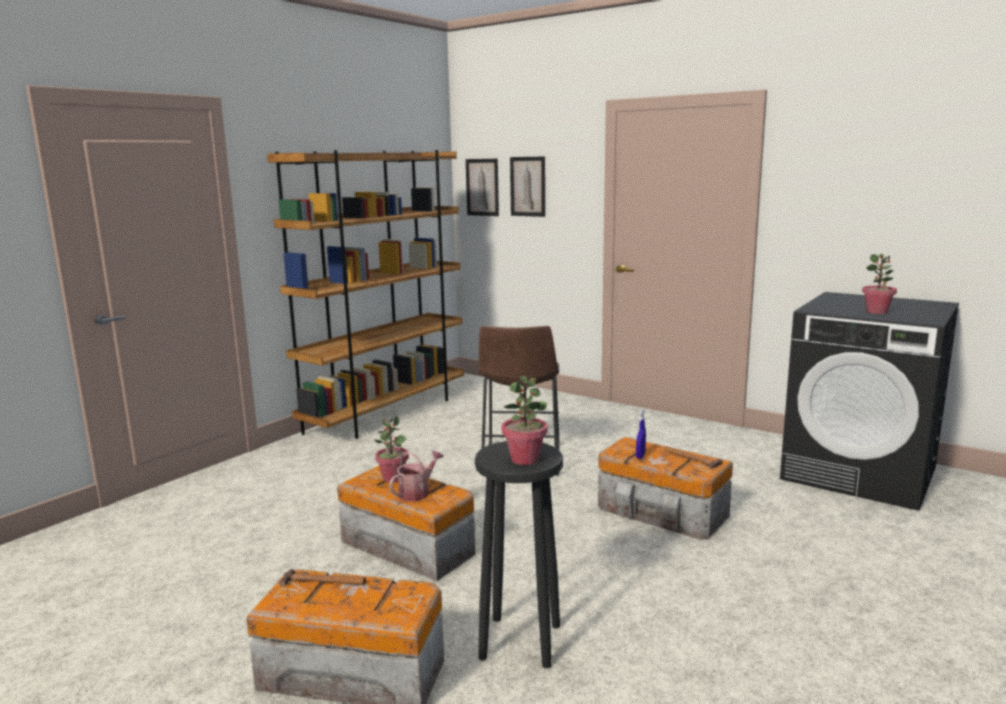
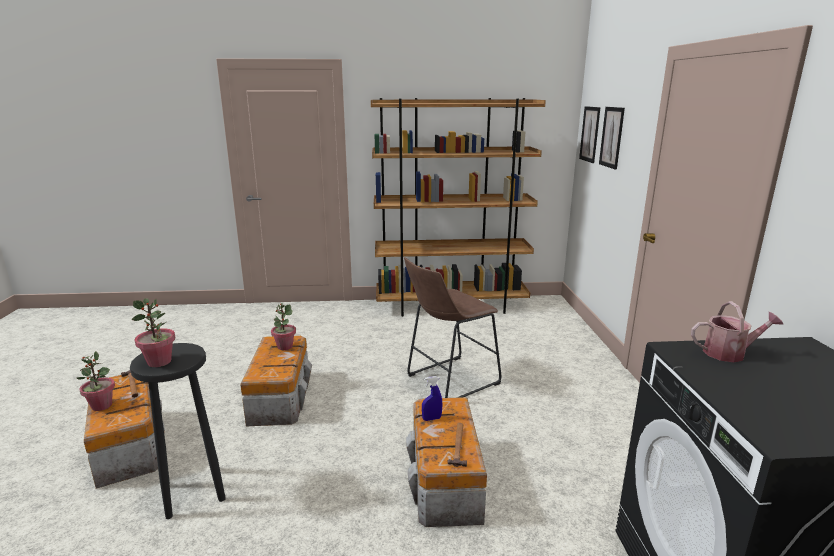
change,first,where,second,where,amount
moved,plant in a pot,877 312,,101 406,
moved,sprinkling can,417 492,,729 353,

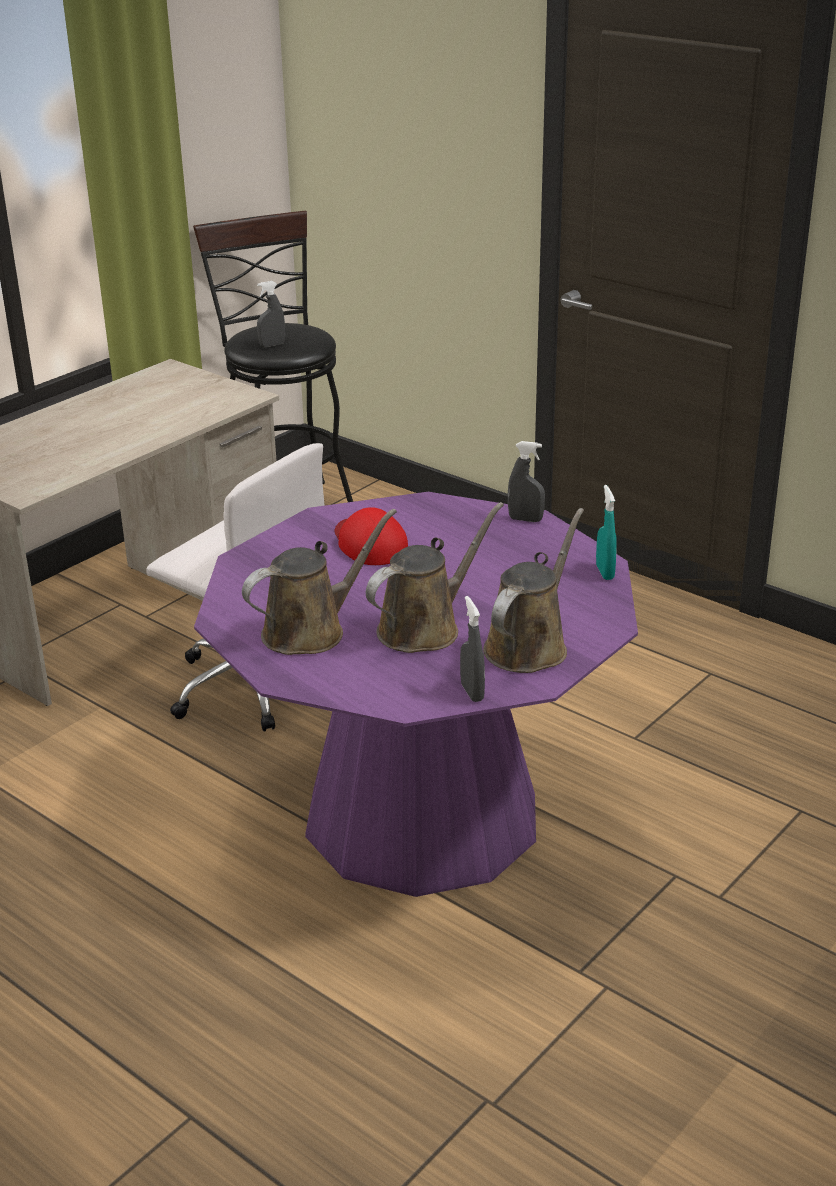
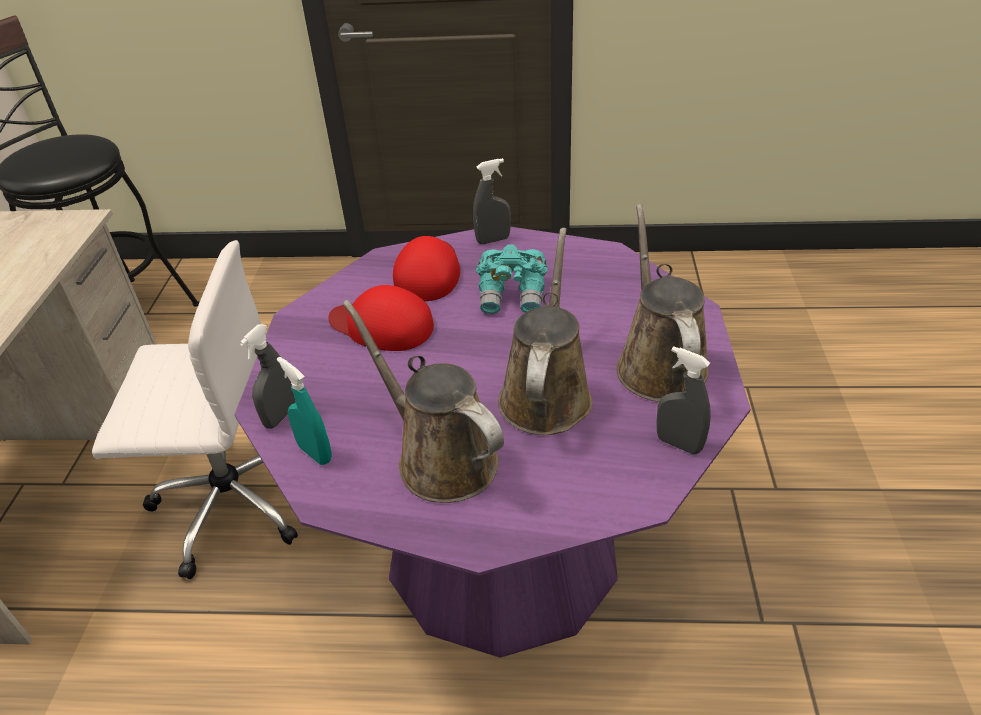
change,first,where,second,where,amount
moved,greyish hand sprayer,272 345,,280 416,
moved,blue-green hand sprayer,605 572,,315 453,
turned,brown sprinkling can,310 631,,440 457,60 degrees counterclockwise
added,,,red peaked cap,428 272,
added,,,blue-green binoculars,513 296,

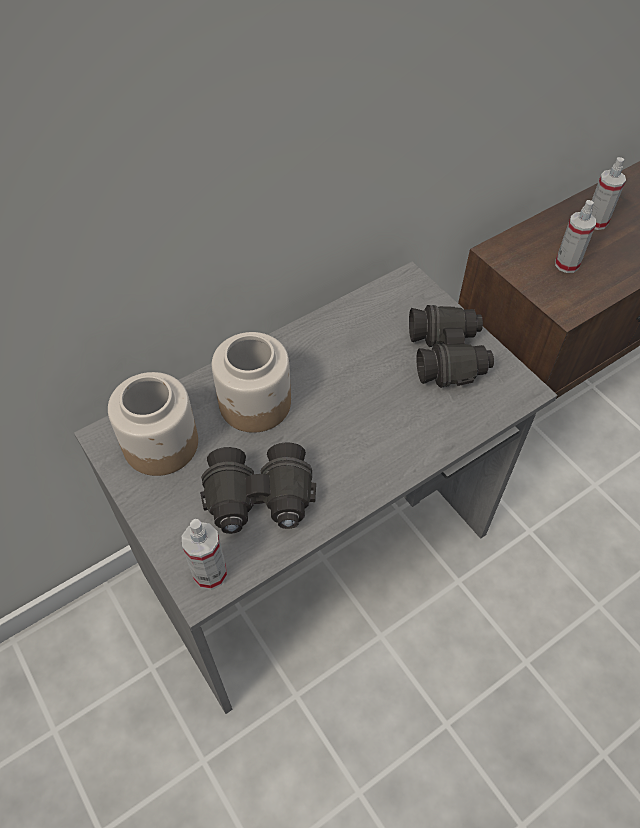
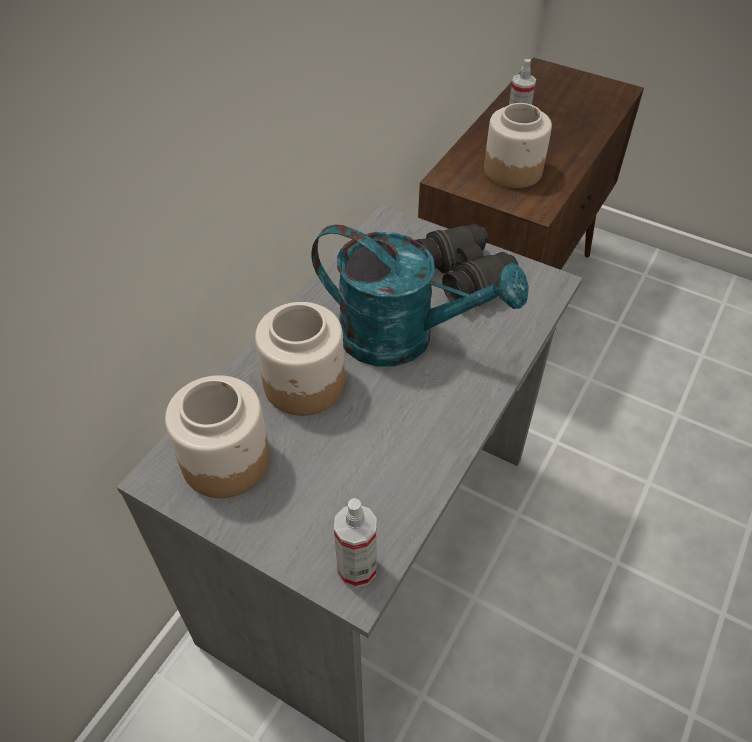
change,first,where,second,where,amount
replaced,hand sprayer,567 264,jar,513 170,
removed,black-coloured binoculars,260 500,,,
added,,,blue-green sprinkling can,403 338,

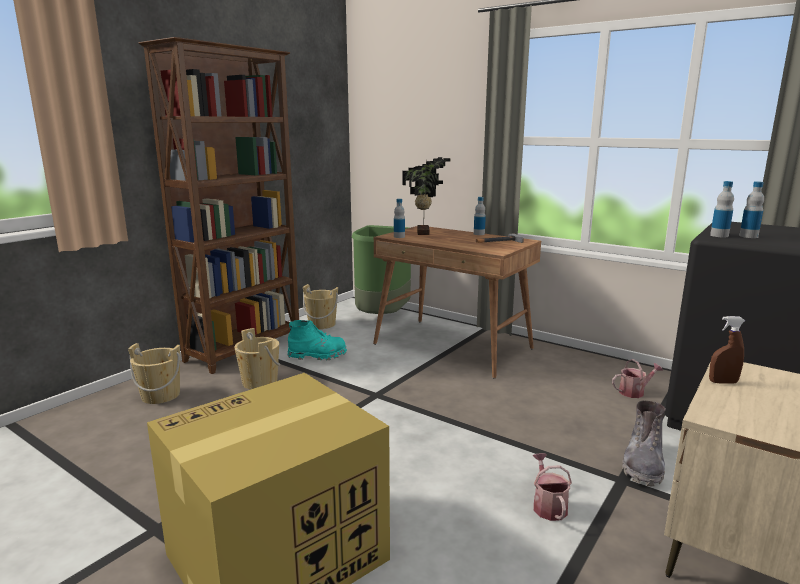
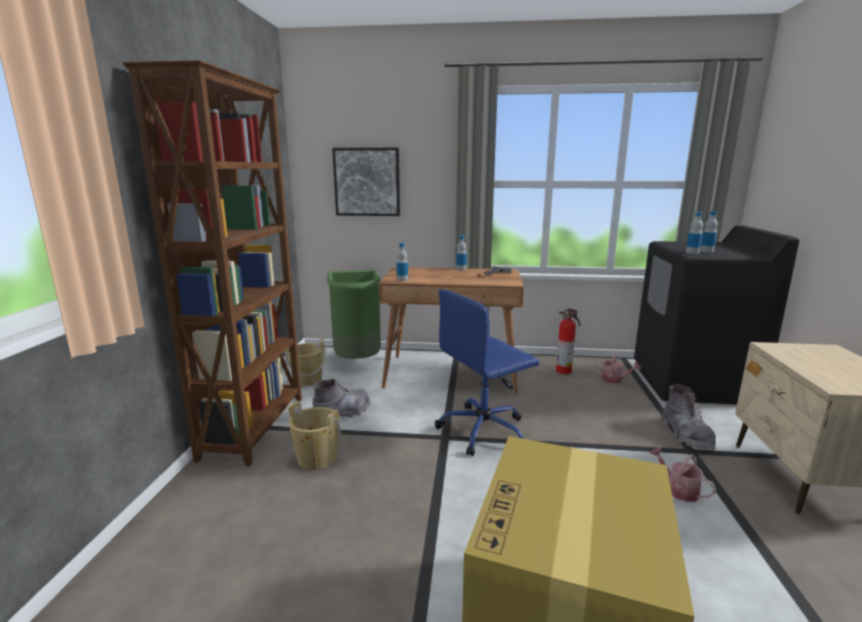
change,first,where,second,where,amount
removed,plant in a pot,424 232,,,
removed,brown hand sprayer,723 382,,,
recoloured,blue-green high-top boot,317 355,greyish high-top boot,343 413,
removed,sand-coloured bucket,160 395,,,
turned,sprinkling can,634 392,,615 380,75 degrees clockwise
added,,,picture,367 182,
added,,,blue-coloured desk chair,484 430,
added,,,extinguisher,564 371,

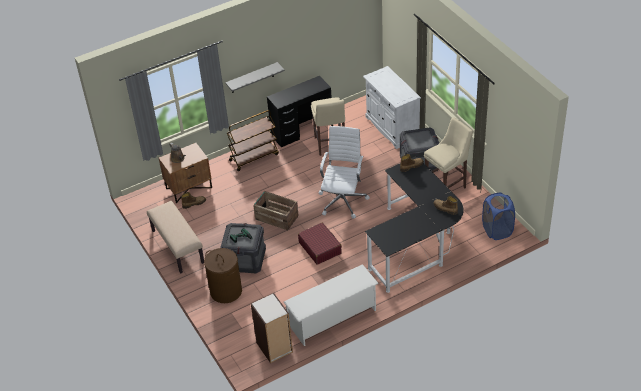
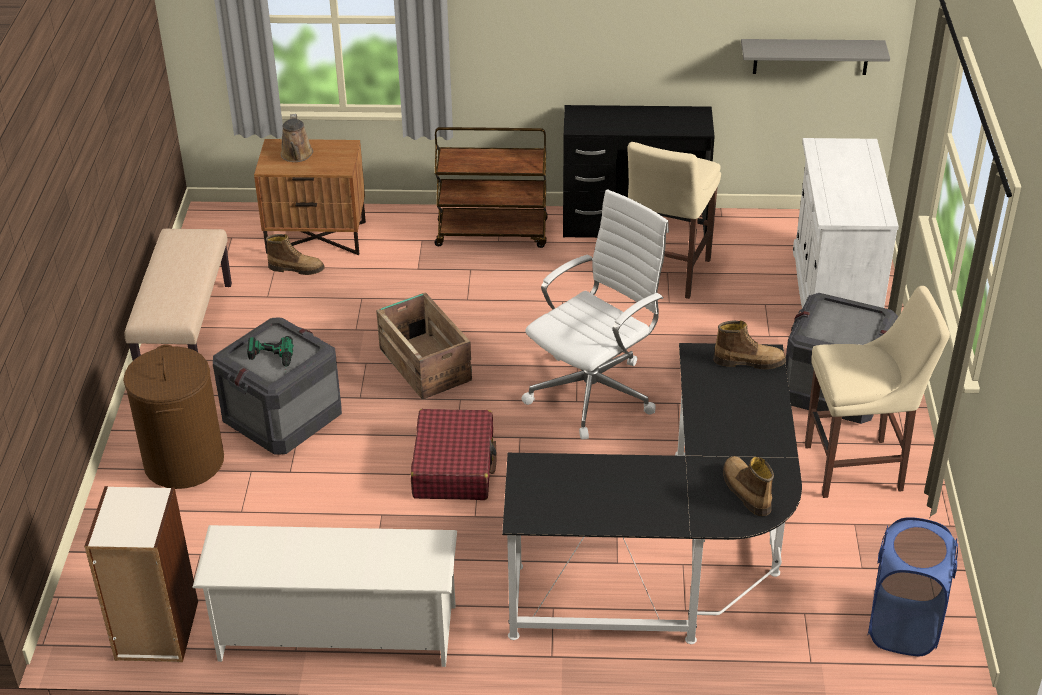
change,first,where,second,where,amount
moved,greyish bracket shelf,252 78,,811 56,

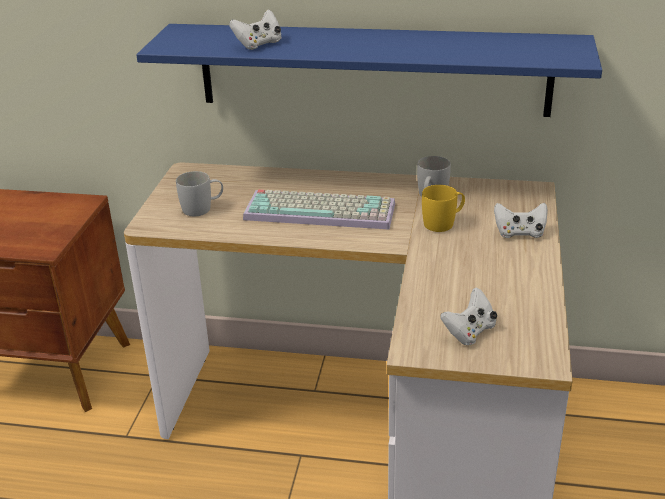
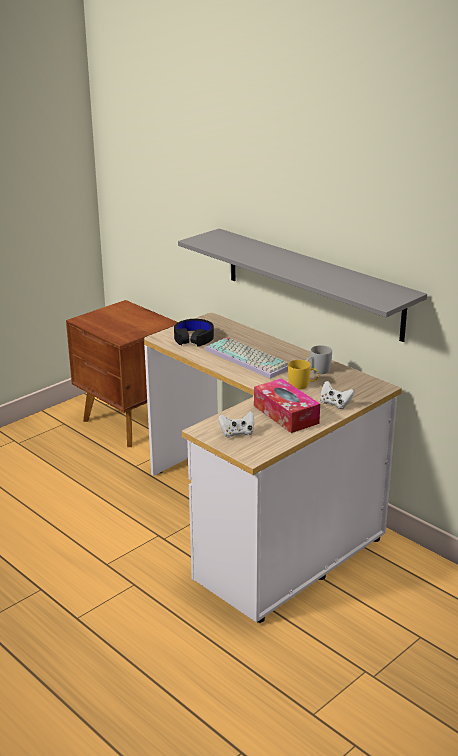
change,first,where,second,where,amount
removed,white-coloured game controller,258 44,,,
recoloured,blue-coloured bracket shelf,373 69,greyish bracket shelf,312 283,
replaced,white-coloured coffee mug,202 208,black-coloured headset,194 338,
added,,,tissue holder,286 414,

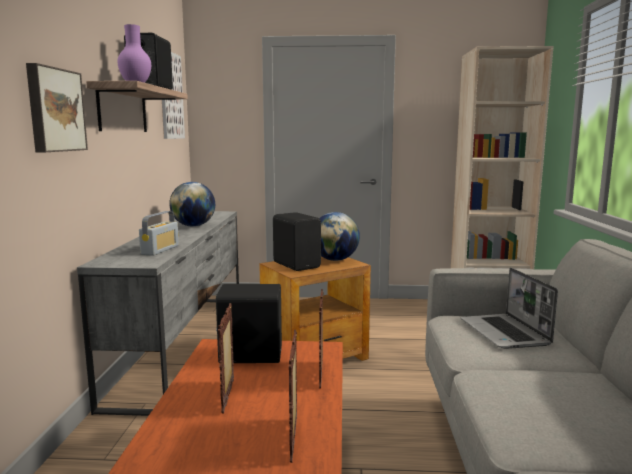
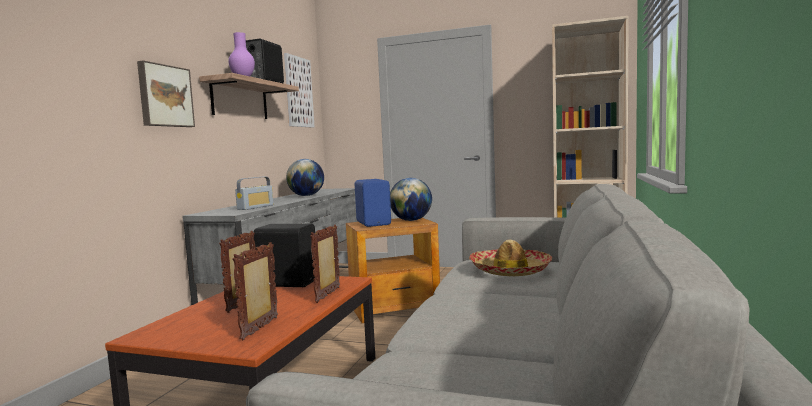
change,first,where,second,where,amount
recoloured,black-coloured audio speaker,297 265,blue-coloured audio speaker,374 223,
replaced,laptop,505 333,wearable hat,509 270,

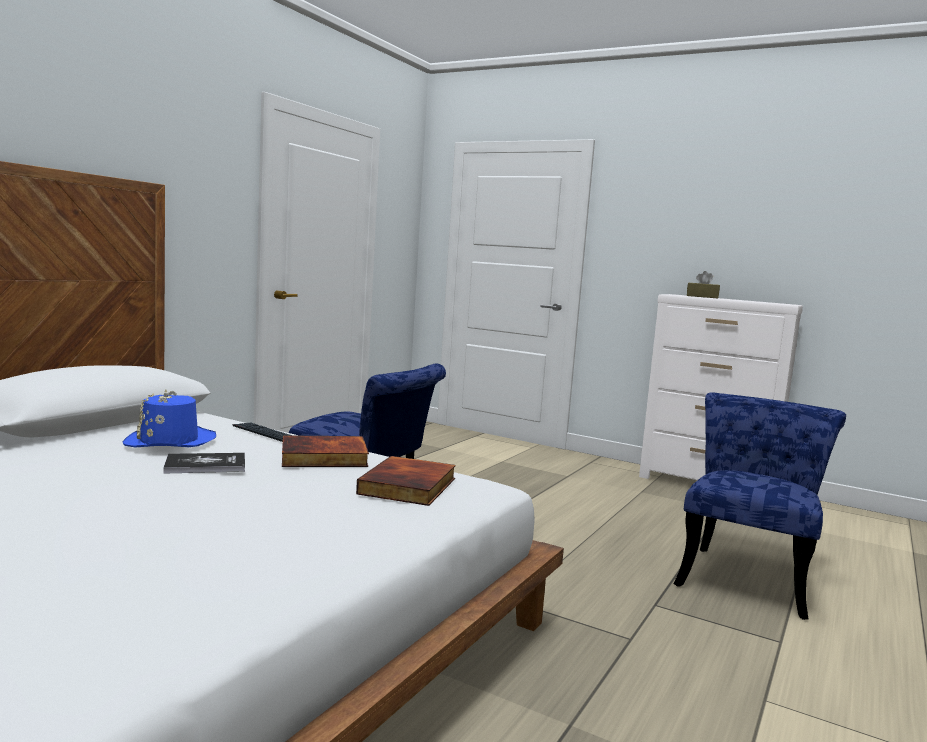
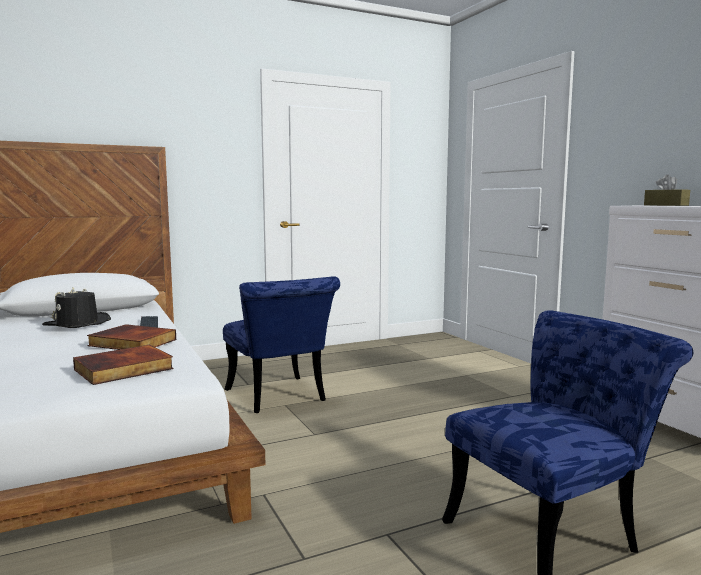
change,first,where,second,where,amount
recoloured,blue-coloured wearable hat,170 441,black-coloured wearable hat,77 324,
removed,volume,205 465,,,

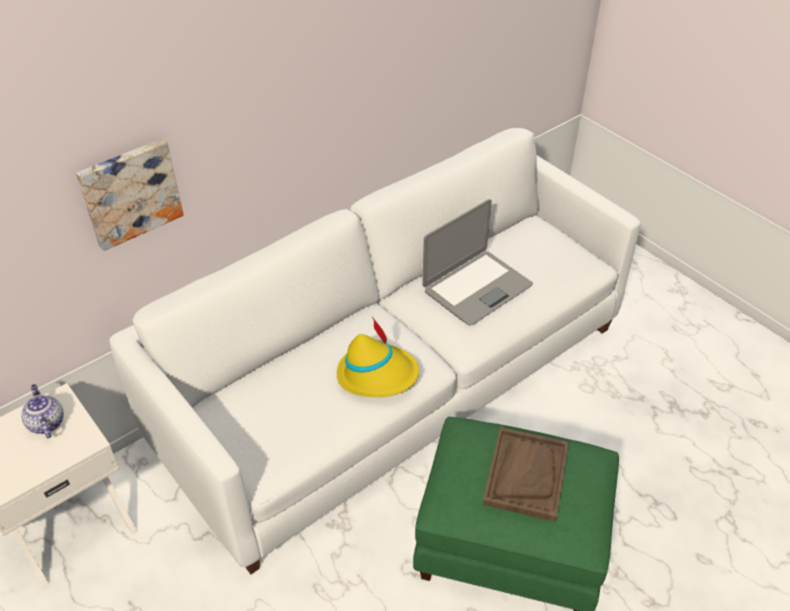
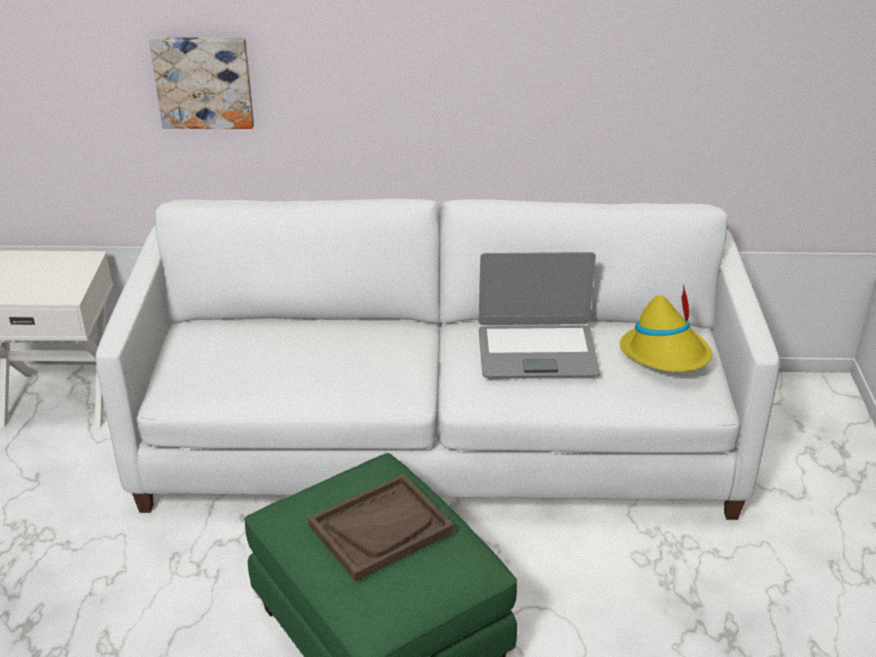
change,first,where,second,where,amount
moved,yellow wearable hat,377 374,,666 354,
removed,tea pot,46 423,,,

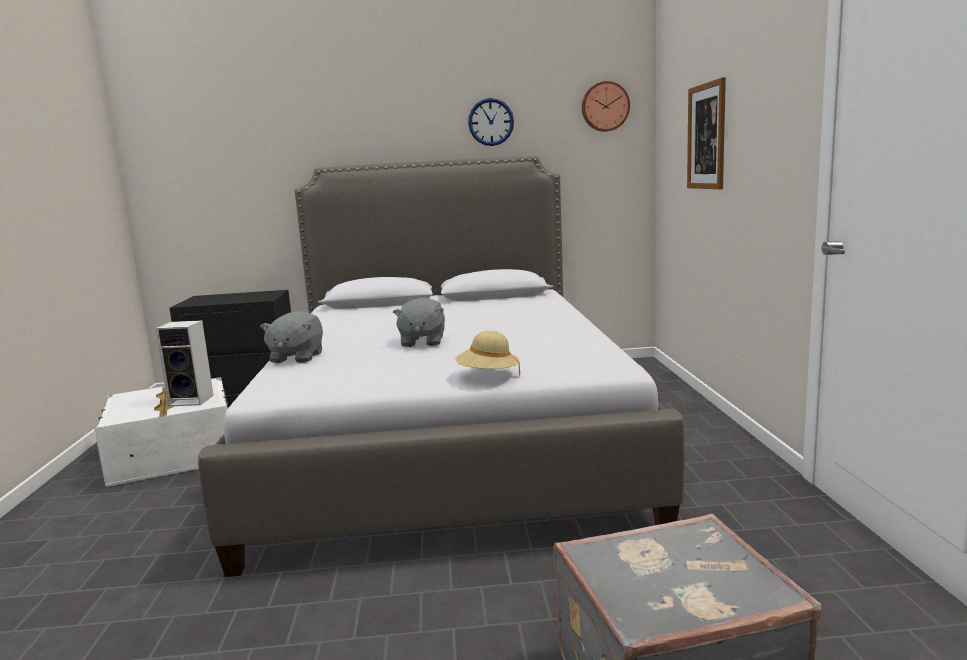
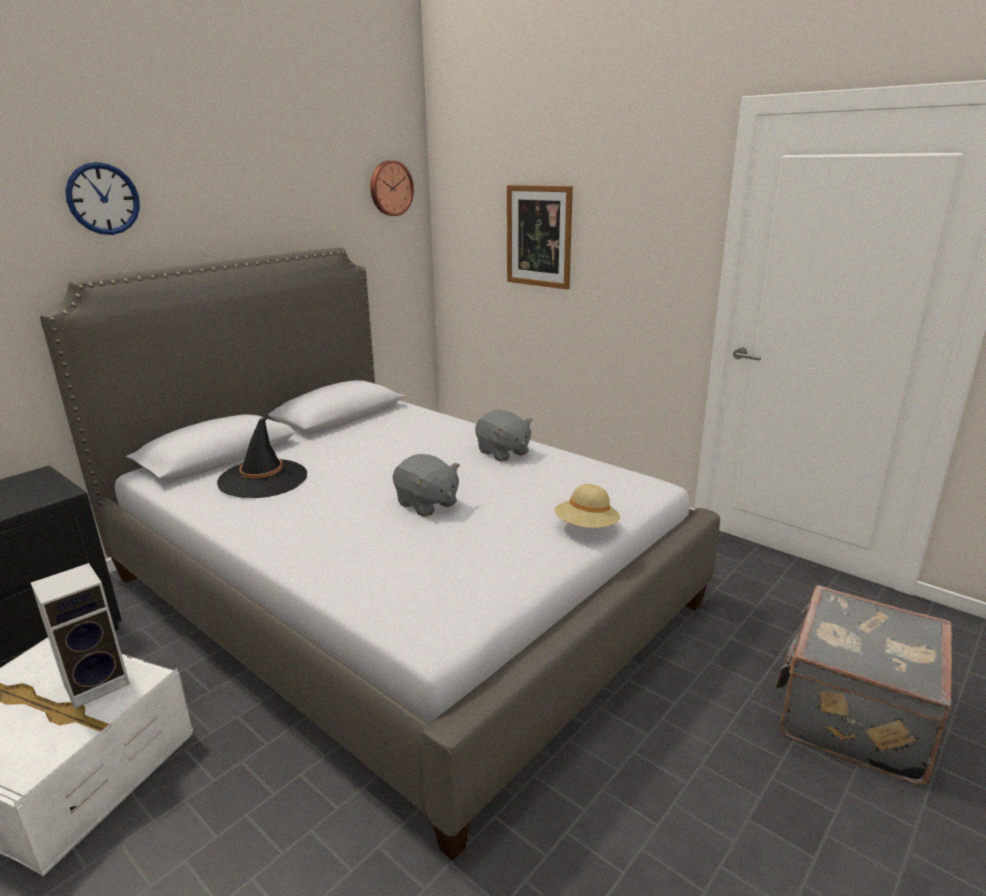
change,first,where,second,where,amount
moved,hanging clock,491 122,,103 199,
moved,greyish cuddly toy,296 357,,503 452,
added,,,black-coloured wearable hat,263 479,

